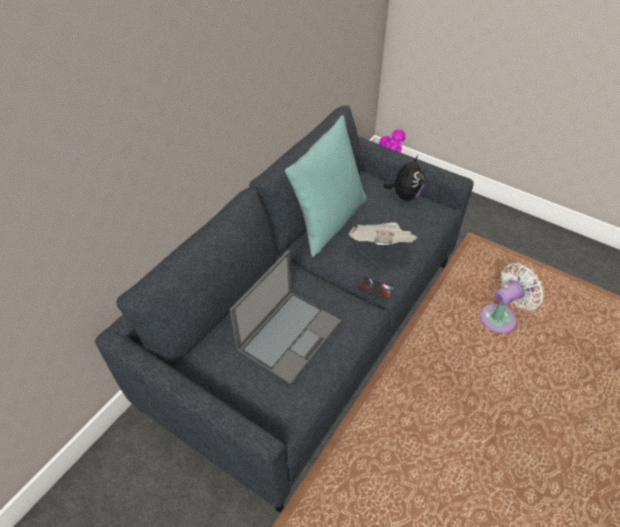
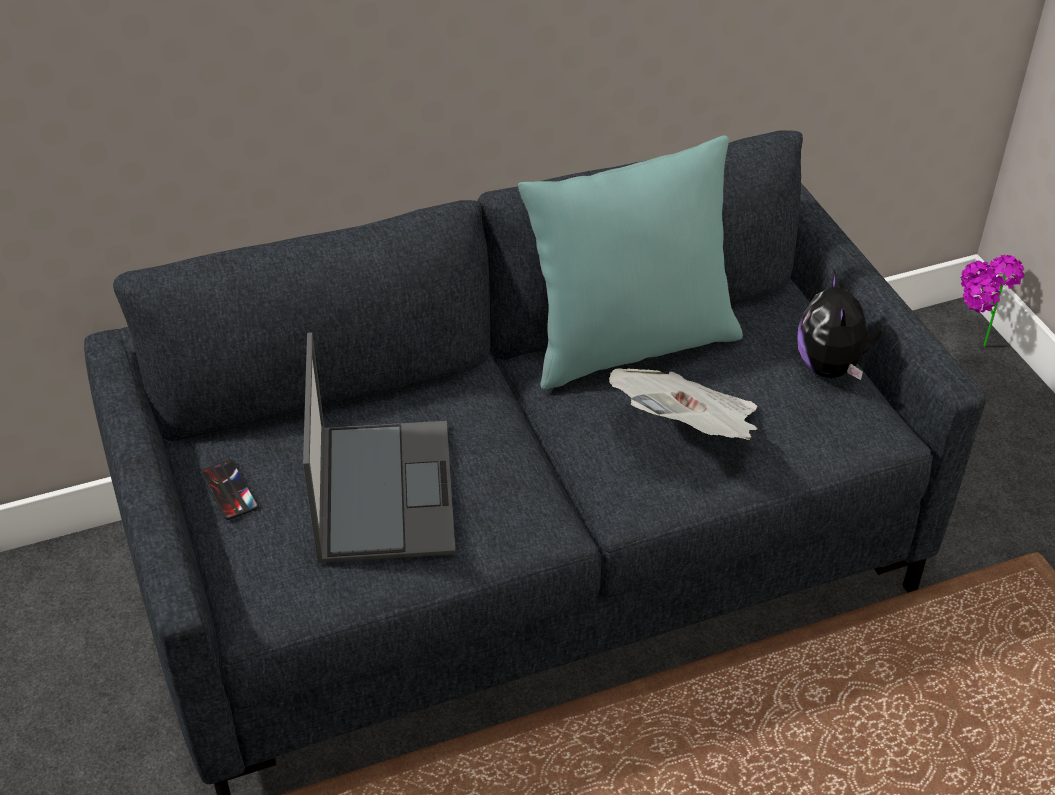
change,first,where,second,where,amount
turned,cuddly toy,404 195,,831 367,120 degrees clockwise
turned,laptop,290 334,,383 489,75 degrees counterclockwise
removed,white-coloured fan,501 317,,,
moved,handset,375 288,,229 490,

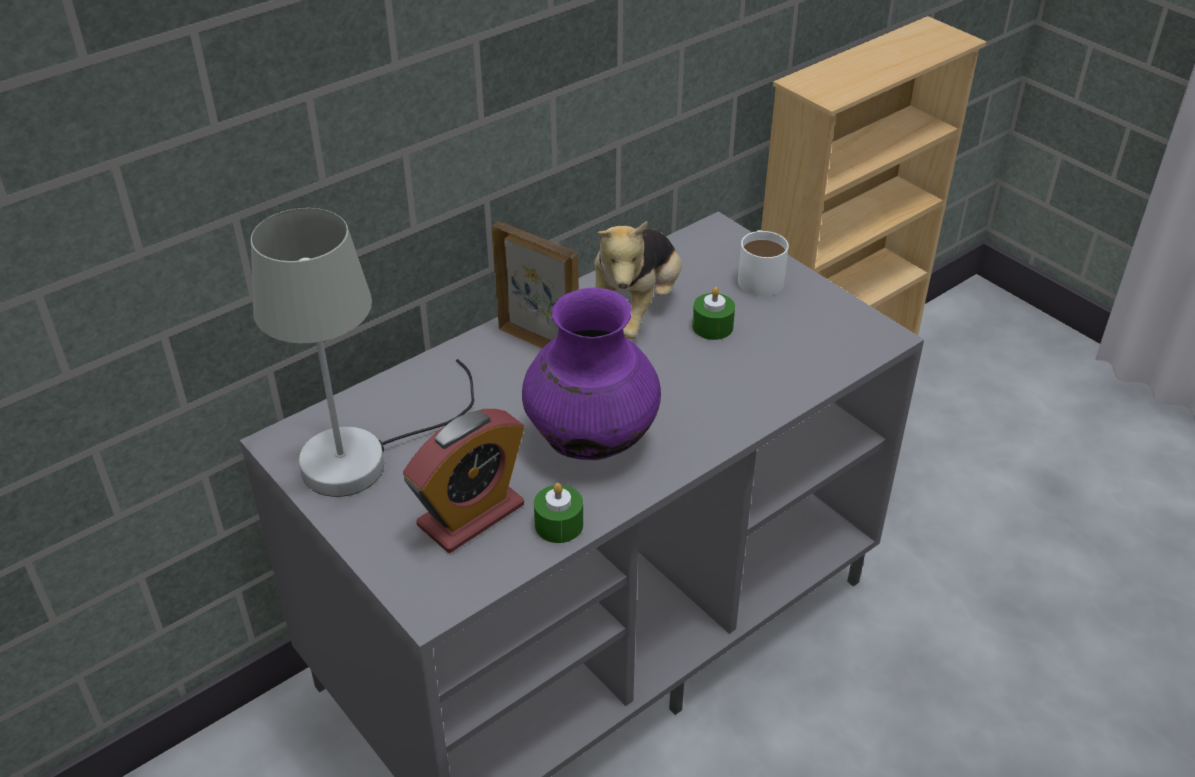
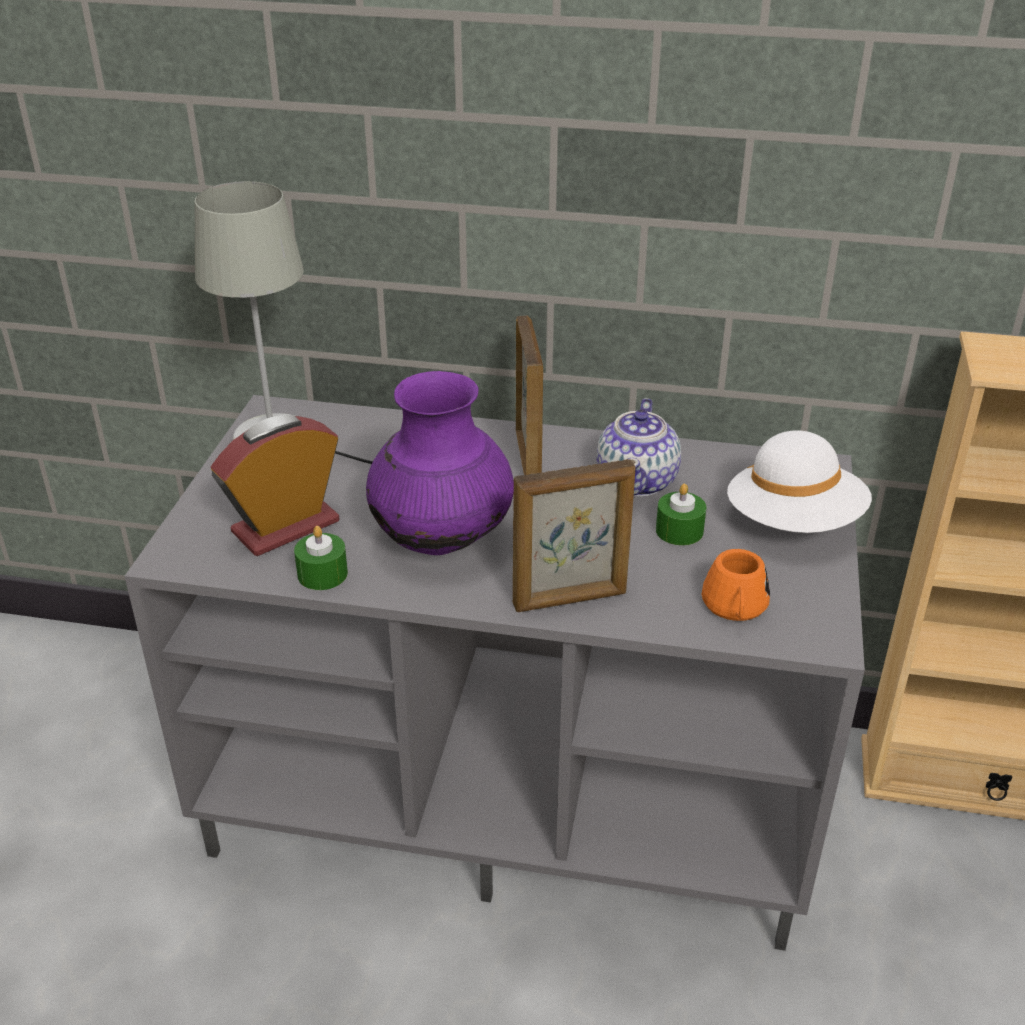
change,first,where,second,where,amount
replaced,cuddly toy,635 310,tea pot,638 480,
replaced,white-coloured coffee mug,759 276,white-coloured wearable hat,794 522,
turned,alarm clock,471 515,,286 527,135 degrees clockwise
added,,,picture frame,570 599,
added,,,orange-coloured coffee mug,735 608,

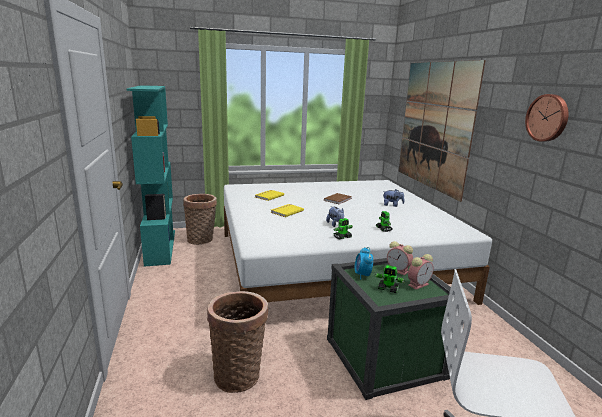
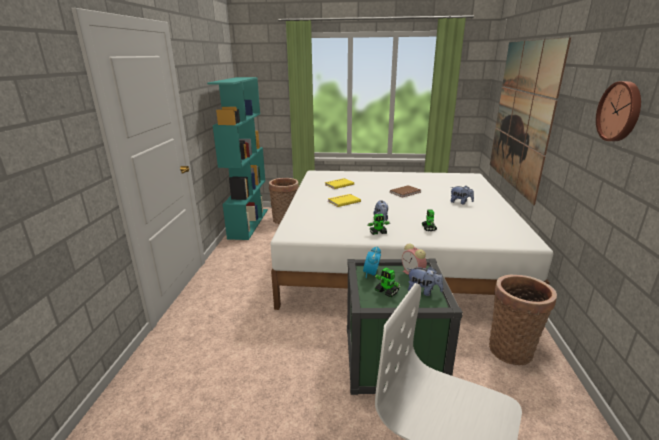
change,first,where,second,where,amount
replaced,alarm clock,418 284,cuddly toy,423 291,
moved,household basket,238 374,,511 349,

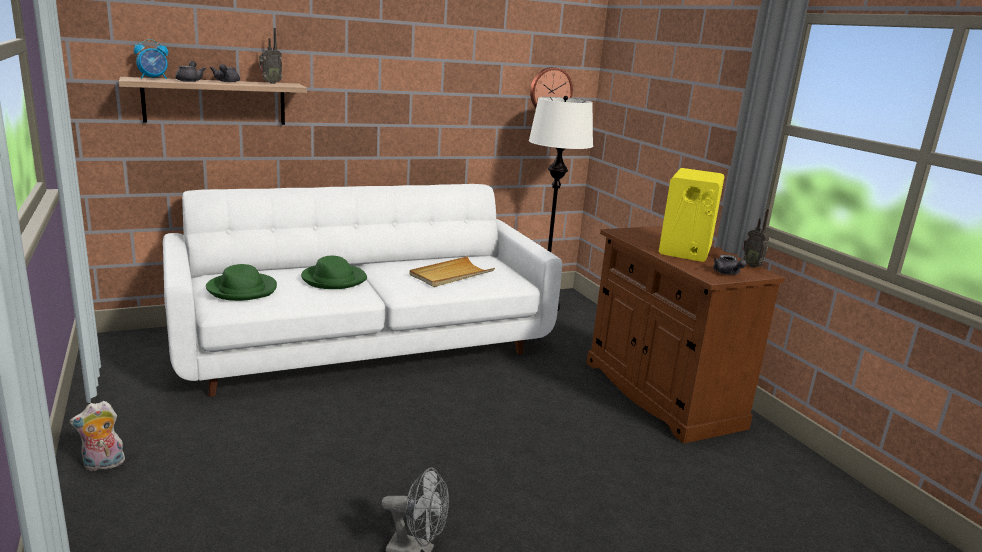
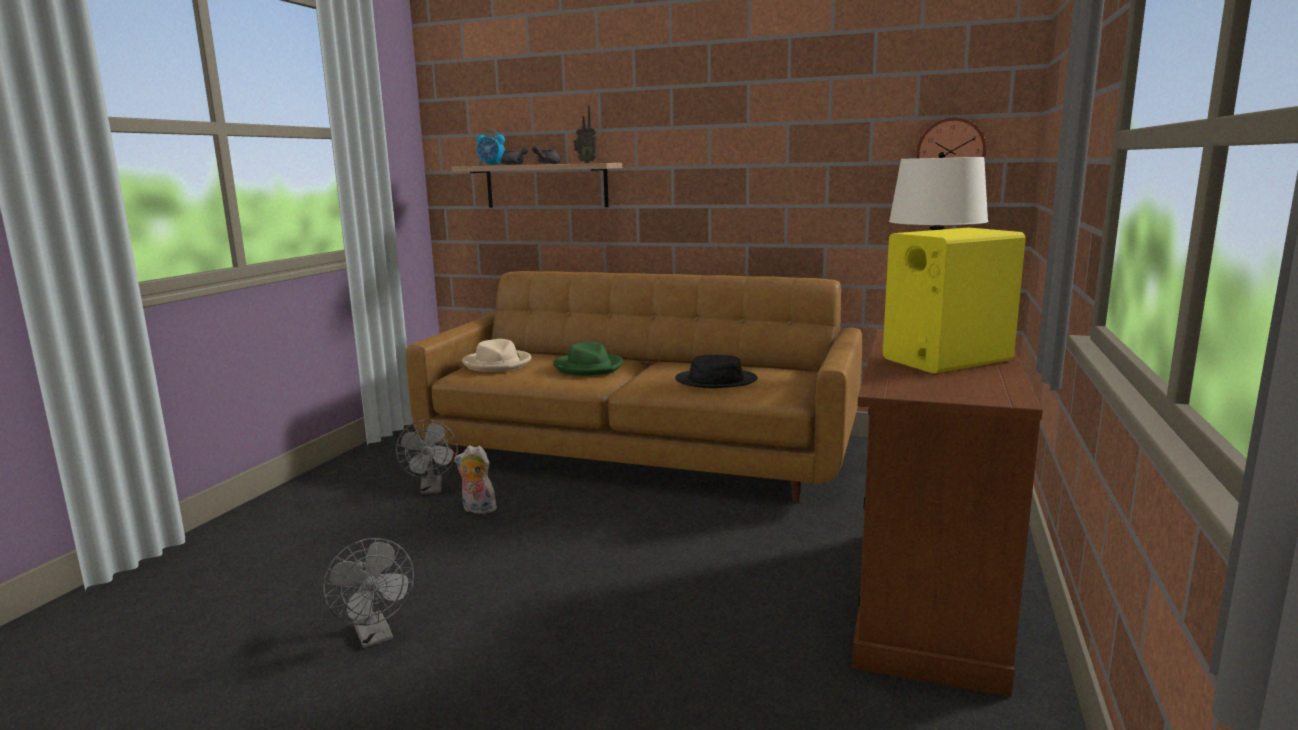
change,first,where,second,where,amount
recoloured,white-coloured settee,363 342,brown settee,642 451,
removed,radio,752 266,,,
removed,greyish tea pot,727 273,,,
replaced,sand-coloured tray,451 275,black-coloured wearable hat,716 380,
recoloured,green wearable hat,242 289,sand-coloured wearable hat,498 364,
moved,cuddly toy,103 465,,477 510,
added,,,greyish fan,432 489,

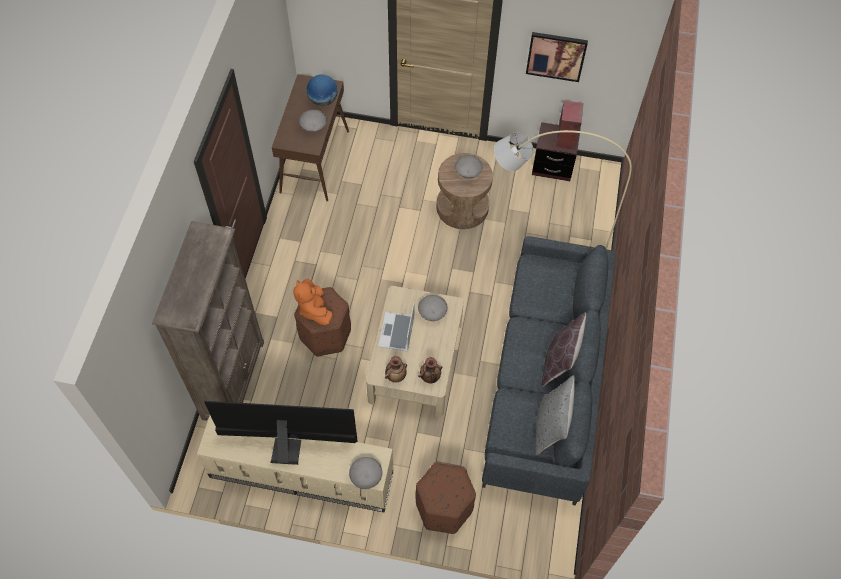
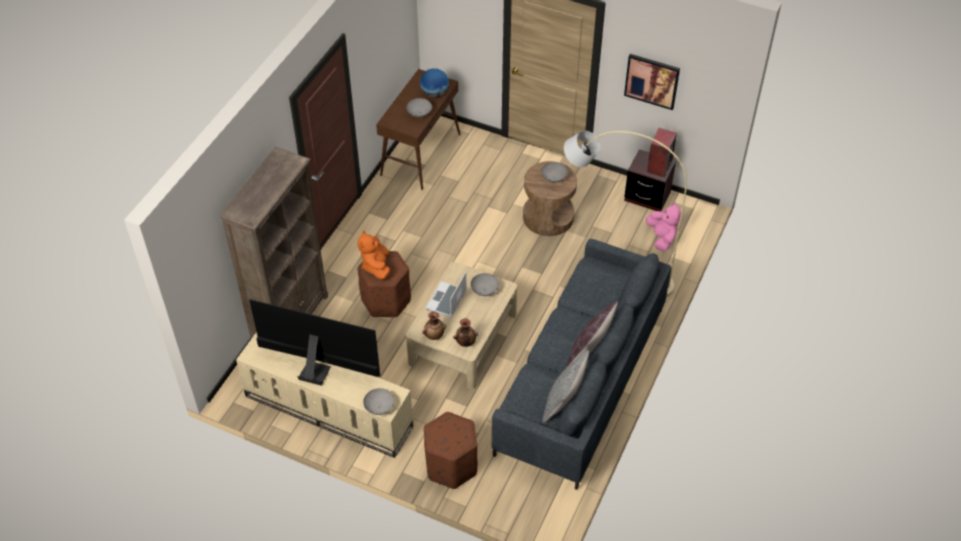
change,first,where,second,where,amount
added,,,pinkish cuddly toy,662 238,

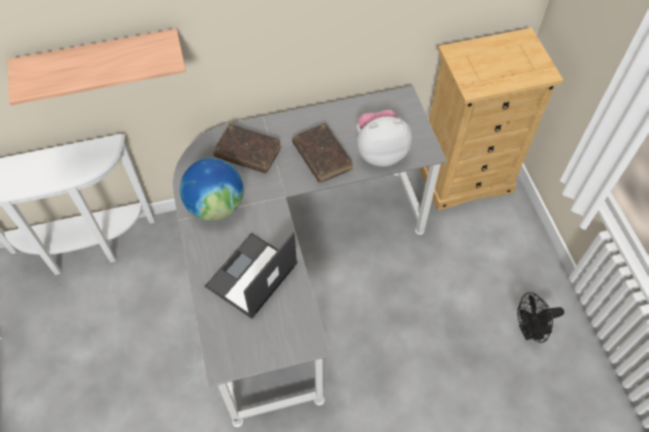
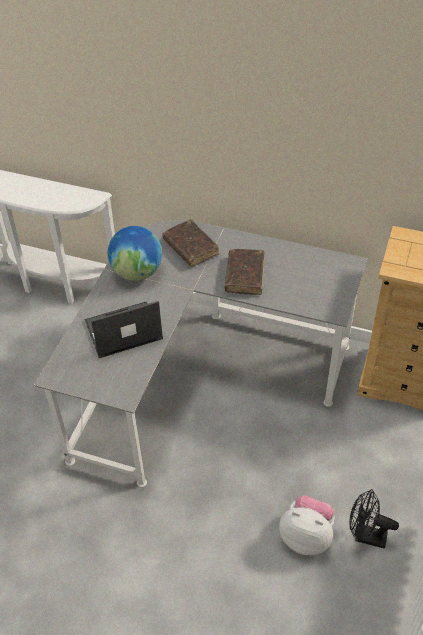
change,first,where,second,where,amount
removed,bracket shelf,100 62,,,
moved,cuddly toy,380 152,,306 536,

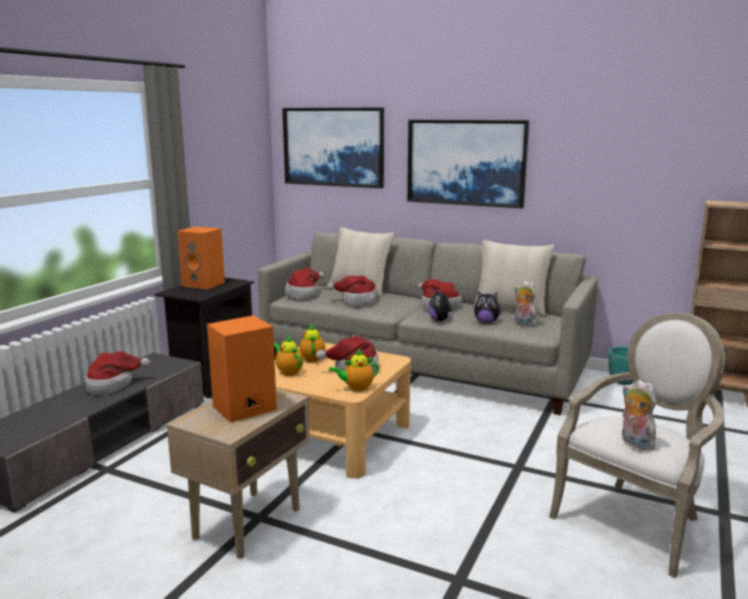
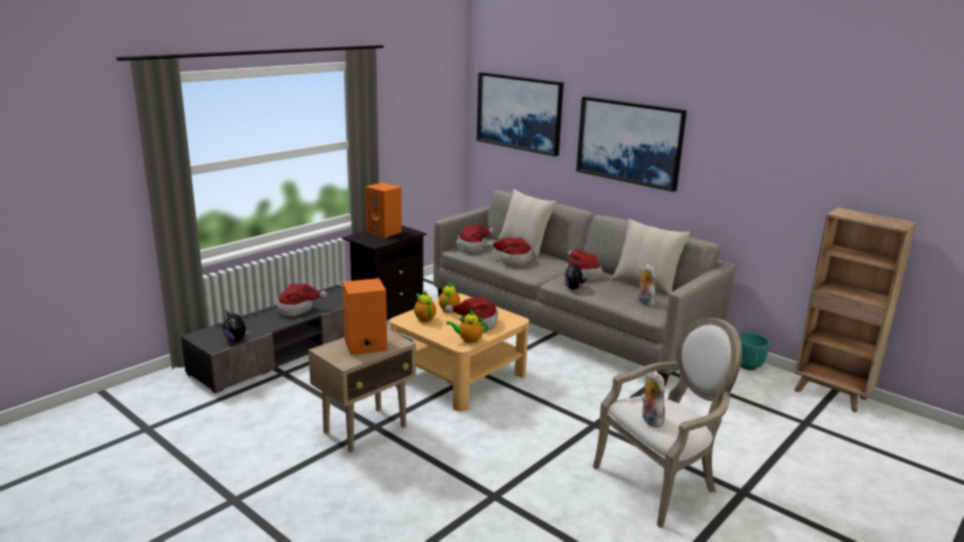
change,first,where,second,where,amount
moved,cuddly toy,486 322,,236 339,

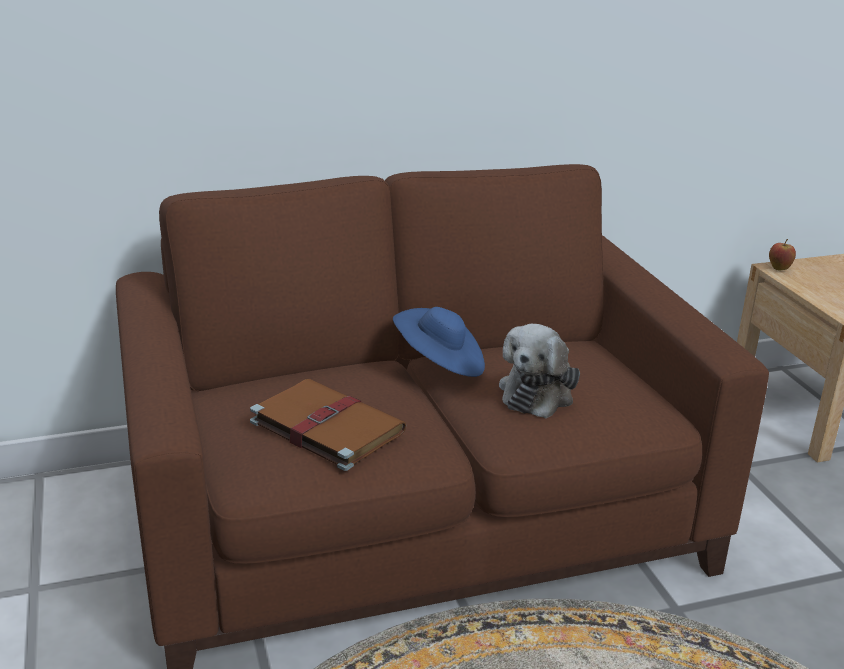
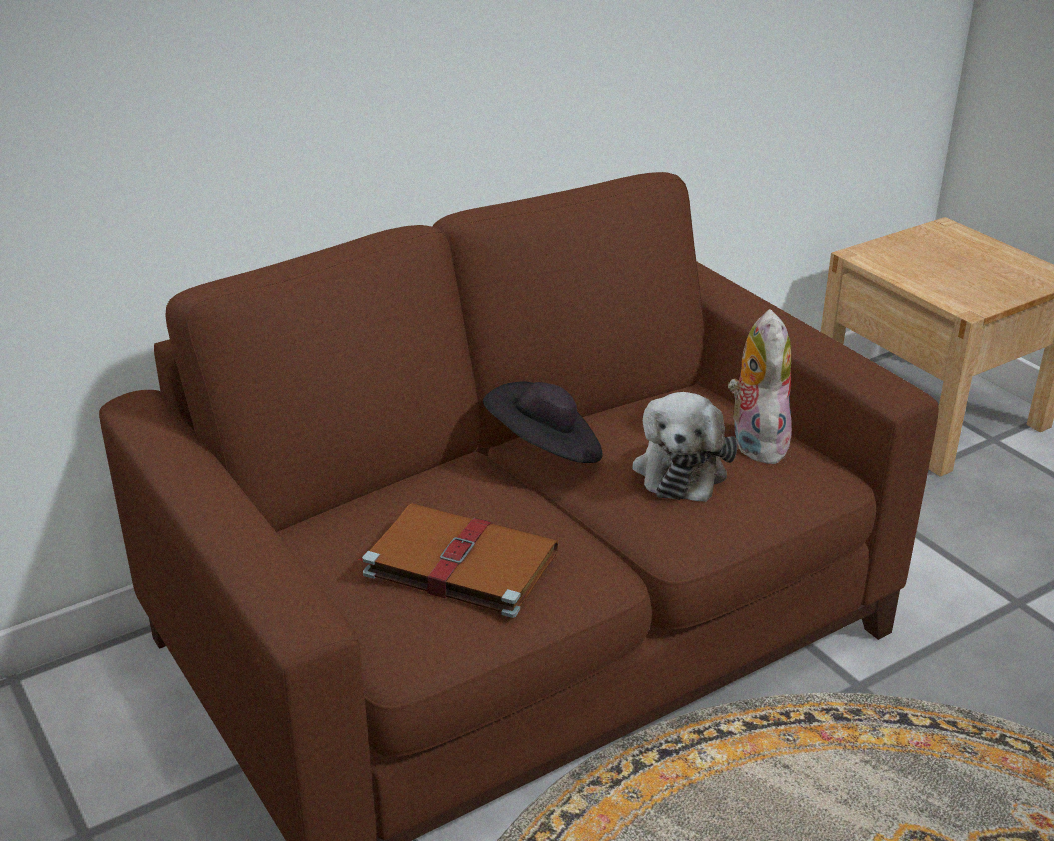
change,first,where,second,where,amount
removed,whole apple,779 269,,,
recoloured,blue-coloured wearable hat,440 363,black-coloured wearable hat,545 450,
added,,,cuddly toy,754 443,

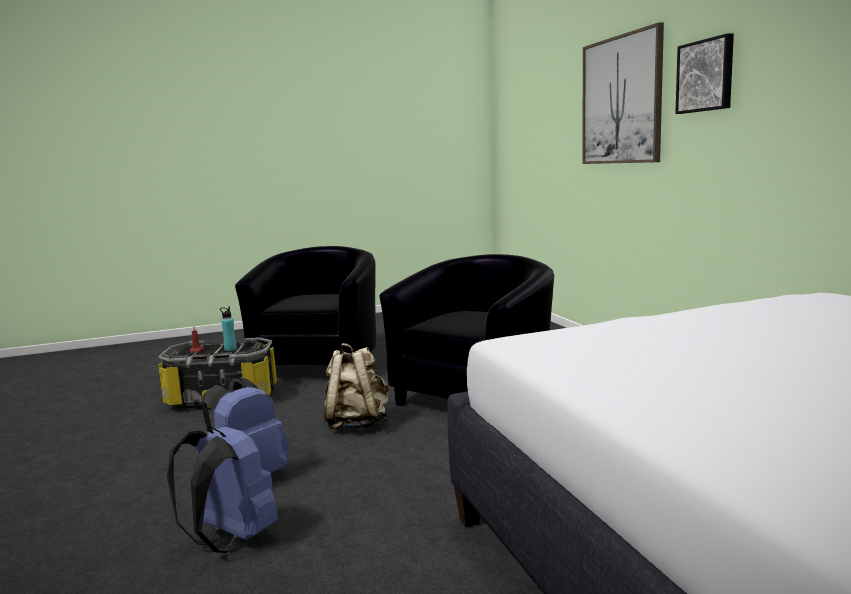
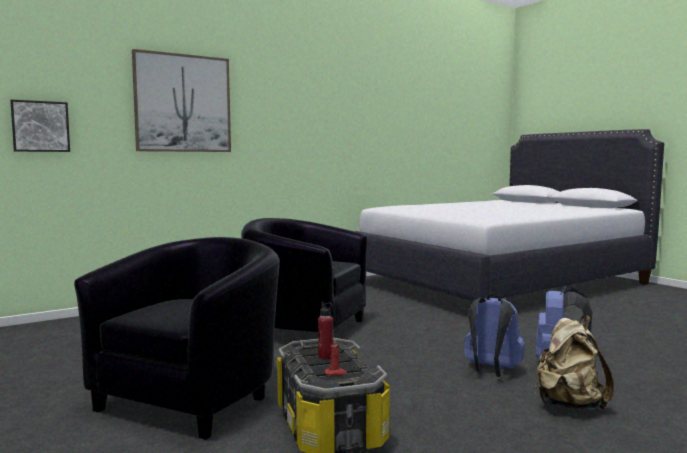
change,first,where,second,where,amount
moved,picture,706 76,,40 126,
turned,black-coloured easy chair,320 364,,193 397,120 degrees clockwise
recoloured,blue-green beverage bottle,230 349,red beverage bottle,325 356,
moved,sand-coloured backpack,357 424,,568 405,

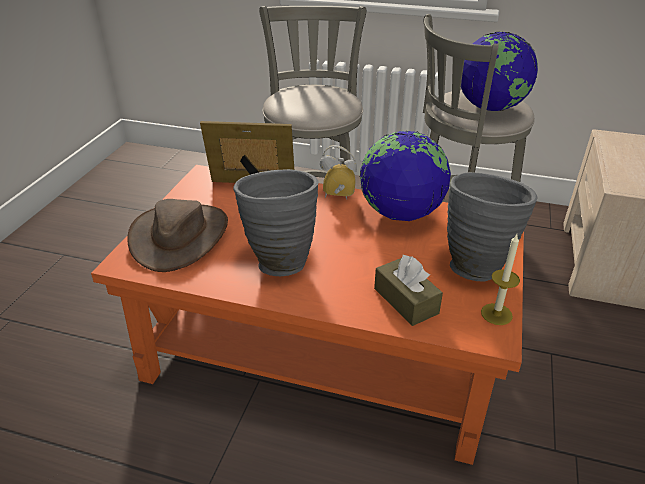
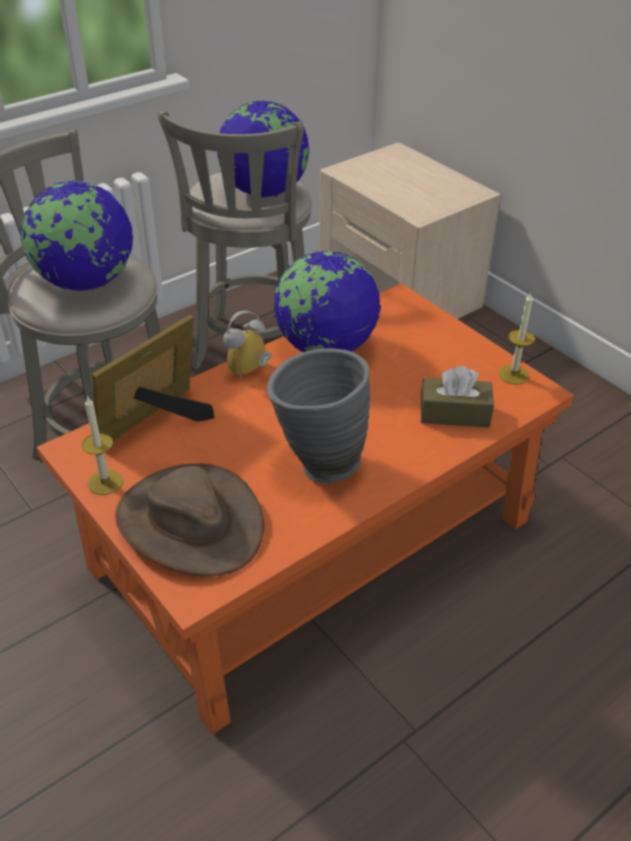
change,first,where,second,where,amount
removed,greyish flower vase,476 264,,,
added,,,desk globe,86 283,
added,,,wax candle,105 482,

